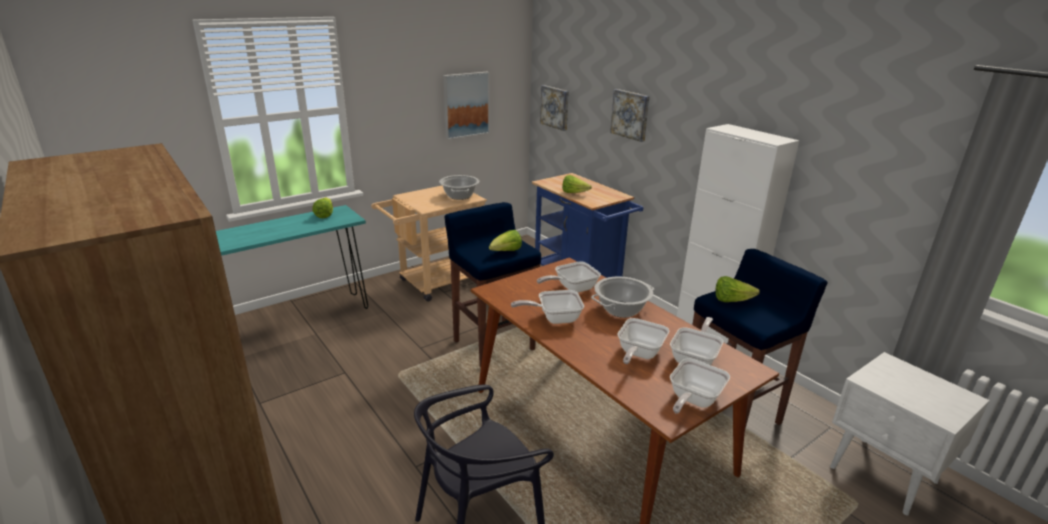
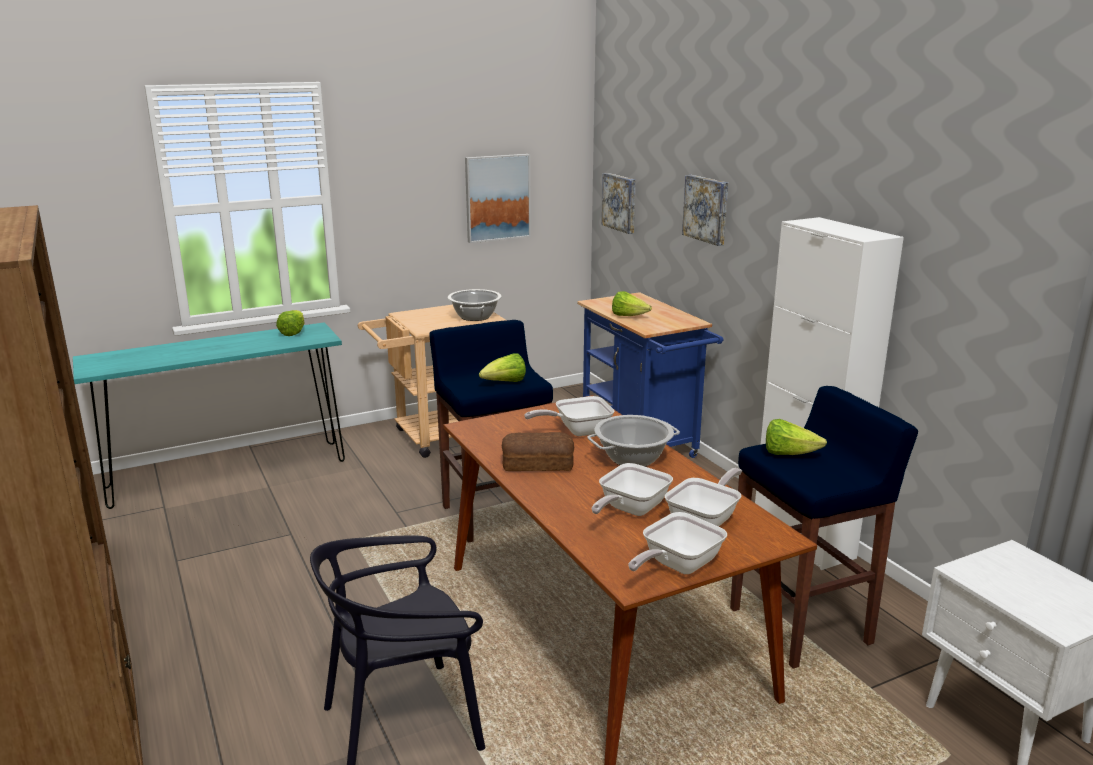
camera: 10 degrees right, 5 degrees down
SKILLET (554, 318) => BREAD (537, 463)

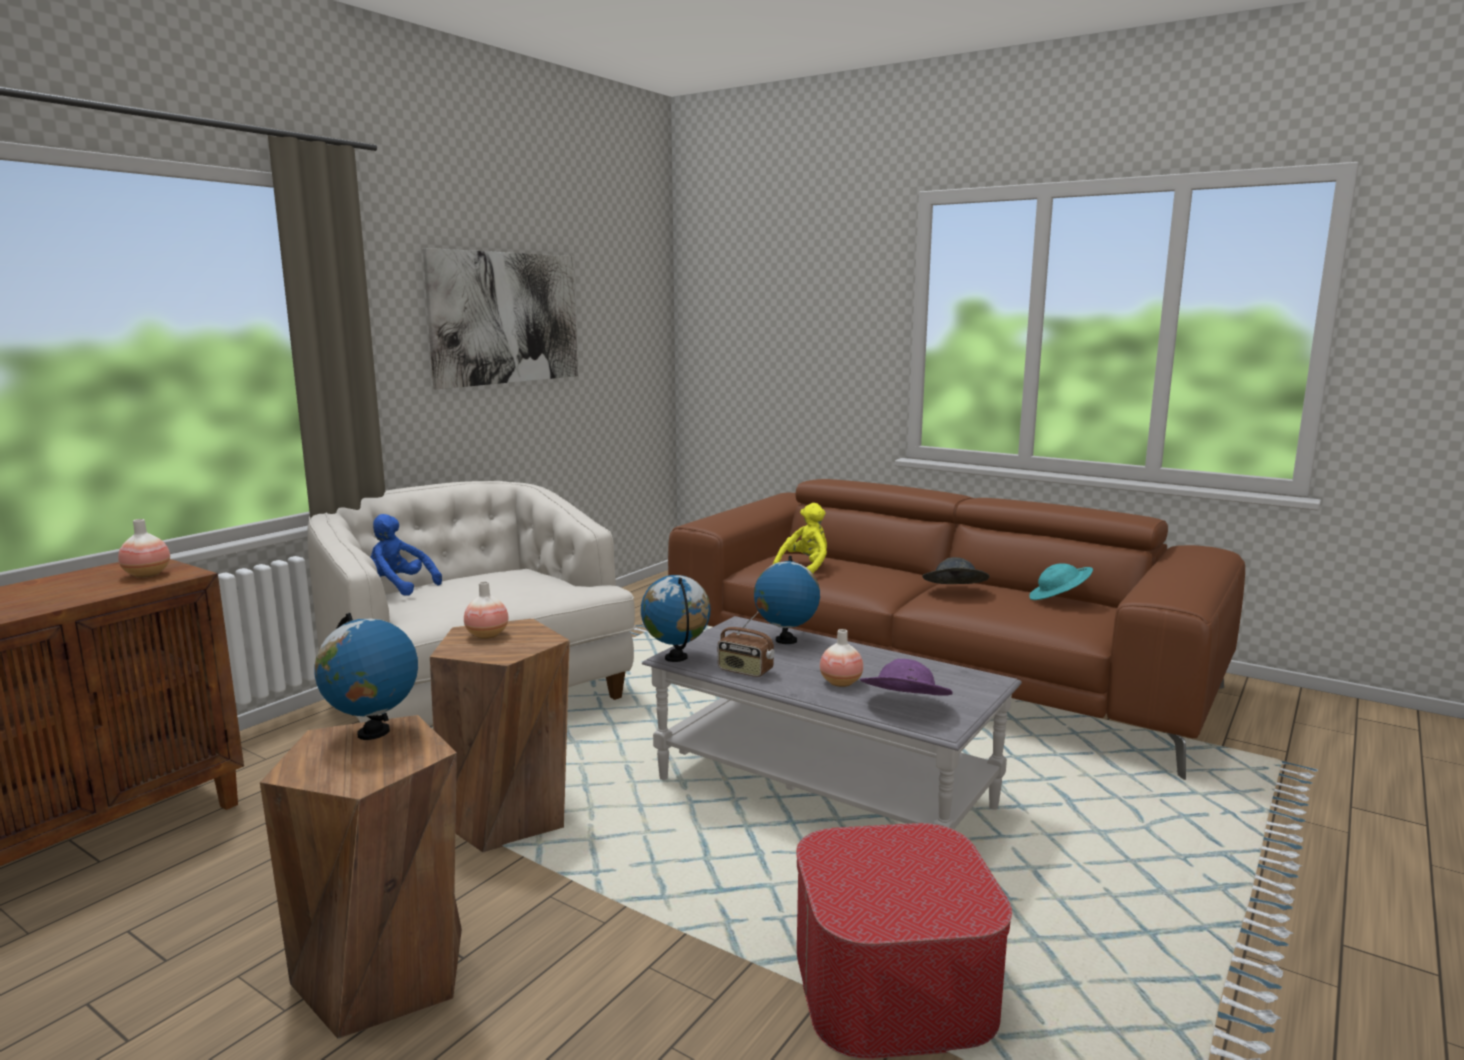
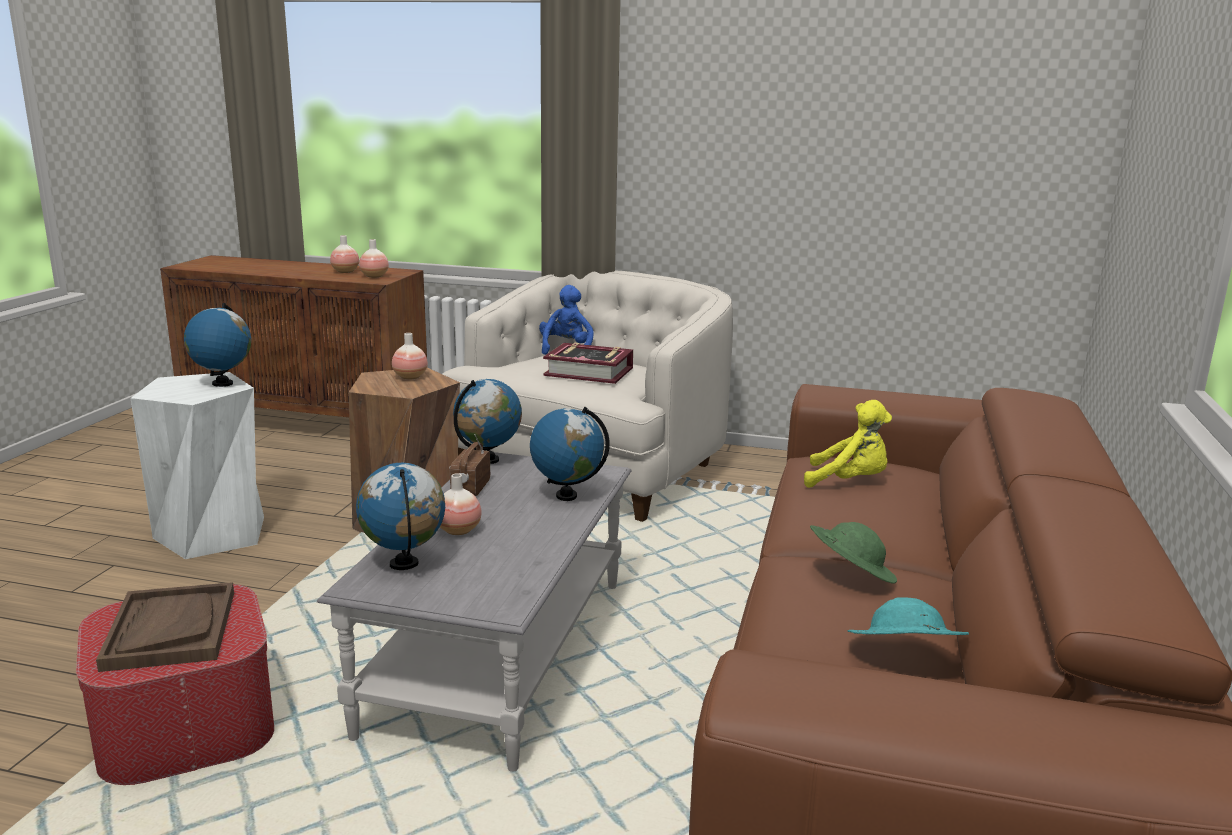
camera: 70 degrees right, 5 degrees up
PICTURE (506, 318) => nothing
GREY WEARABLE HAT (954, 592) => GREEN-COLOURED WEARABLE HAT (850, 575)
PURPLISH WEARABLE HAT (903, 707) => WORLD GLOBE (404, 564)
BROWNISH SITTING STOOL (384, 972) => WHITE-COLOURED SITTING STOOL (212, 534)
nothing => VASE (345, 272)
nothing => BOUND BOOK (589, 372)
nothing => BROWNISH TRAY (170, 629)

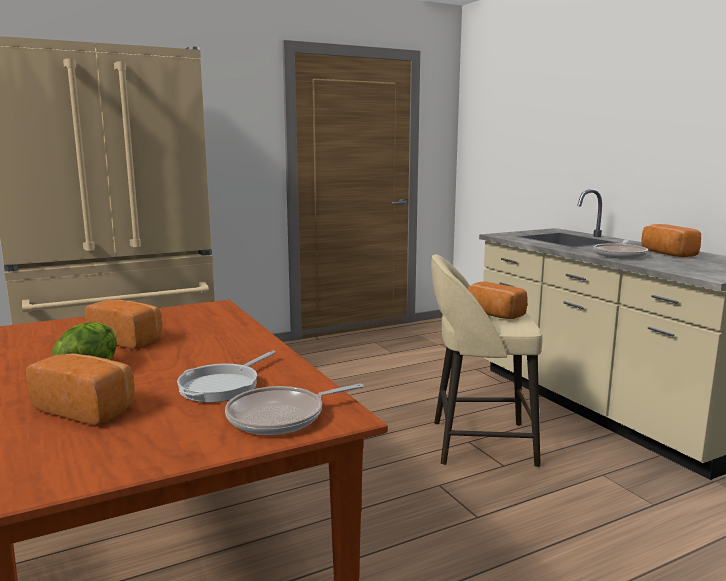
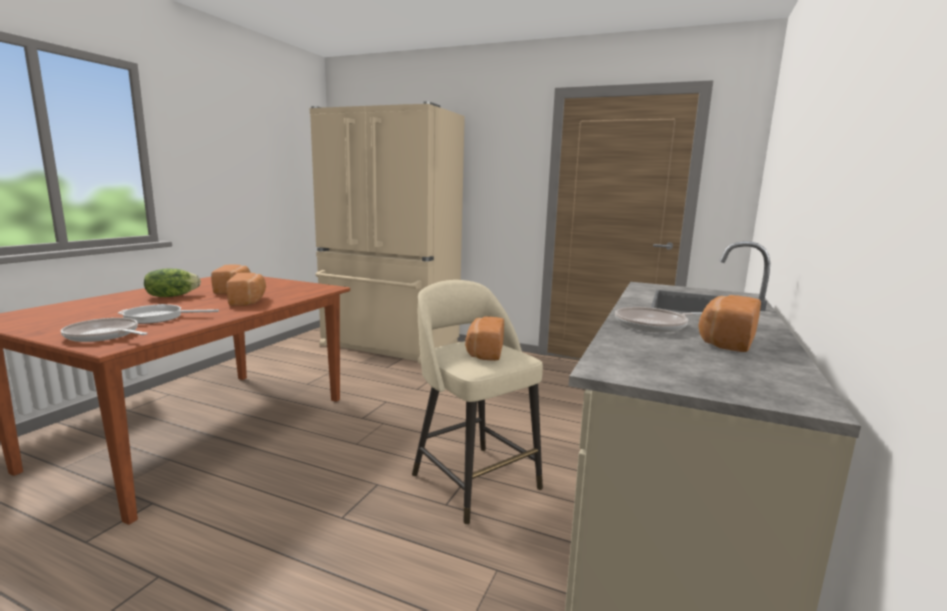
camera: 50 degrees right, 0 degrees up
BREAD (88, 408) => BREAD (249, 301), relocated

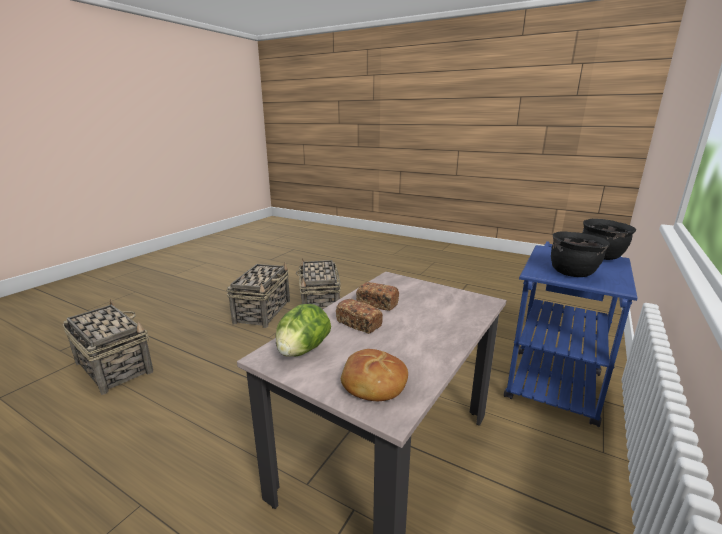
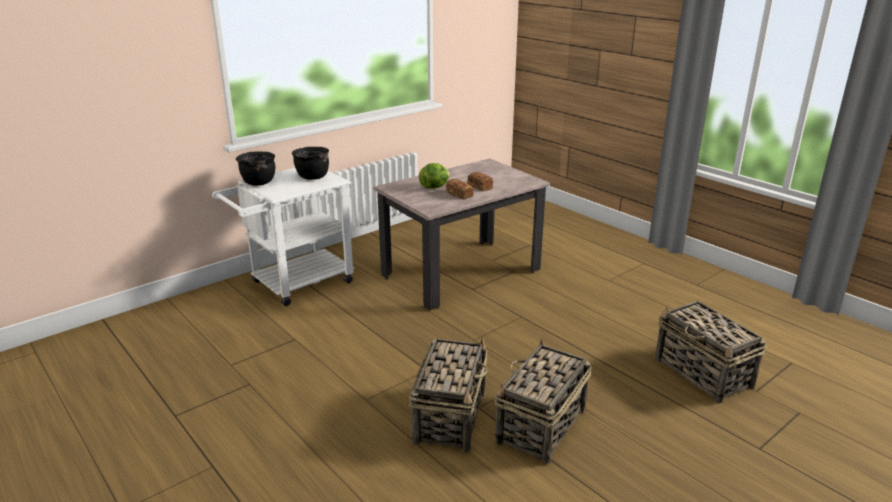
camera: 160 degrees left, 5 degrees up
BLUE WHEELED CART (554, 379) => WHITE-COLOURED WHEELED CART (295, 284)
HEAD OF LETTUCE (303, 350) => HEAD OF LETTUCE (435, 187), relocated
BREAD (373, 384) => nothing

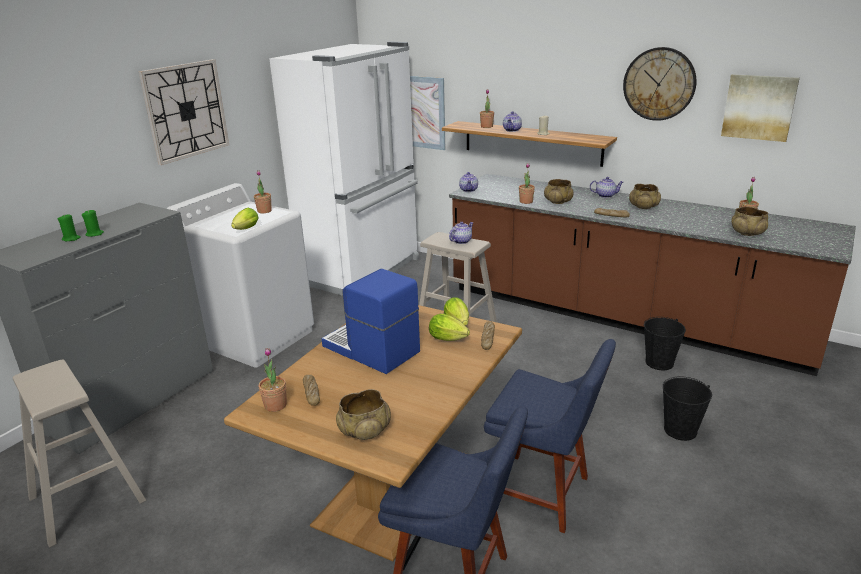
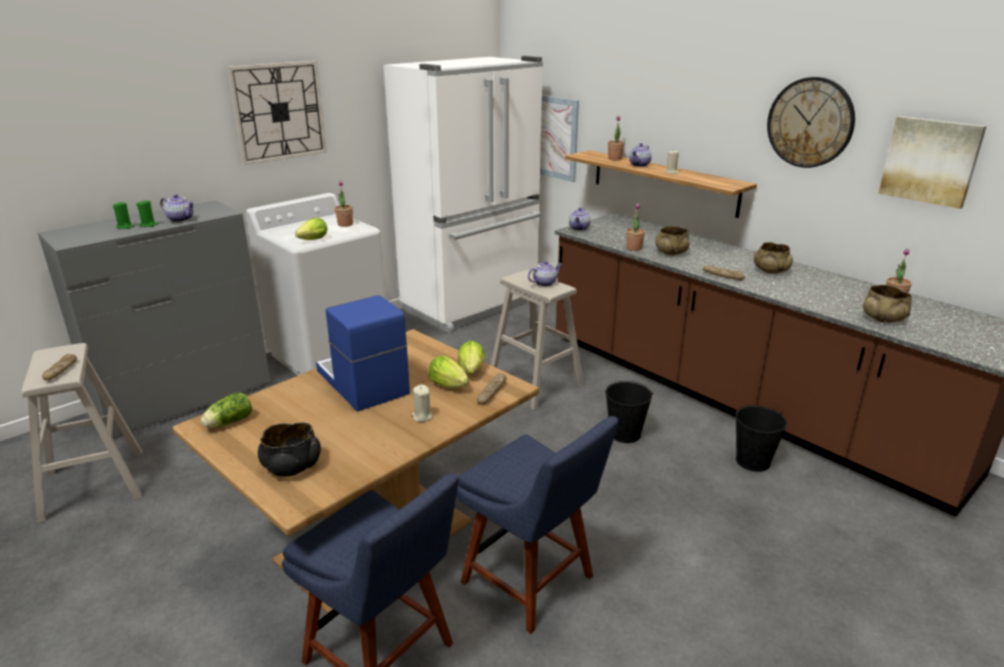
camera: 15 degrees right, 0 degrees up
TEA POT (605, 195) => TEA POT (181, 219), relocated
POTTED PLANT (275, 405) => HEAD OF LETTUCE (228, 423)
BREAD (311, 393) => BREAD (61, 371), relocated
BLACK BUCKET (680, 430) => BLACK BUCKET (625, 434), relocated
SAND-COLOURED DEEP DISH (364, 430) => BLACK DEEP DISH (291, 467)
nothing => SAND-COLOURED CANDLE (422, 416)

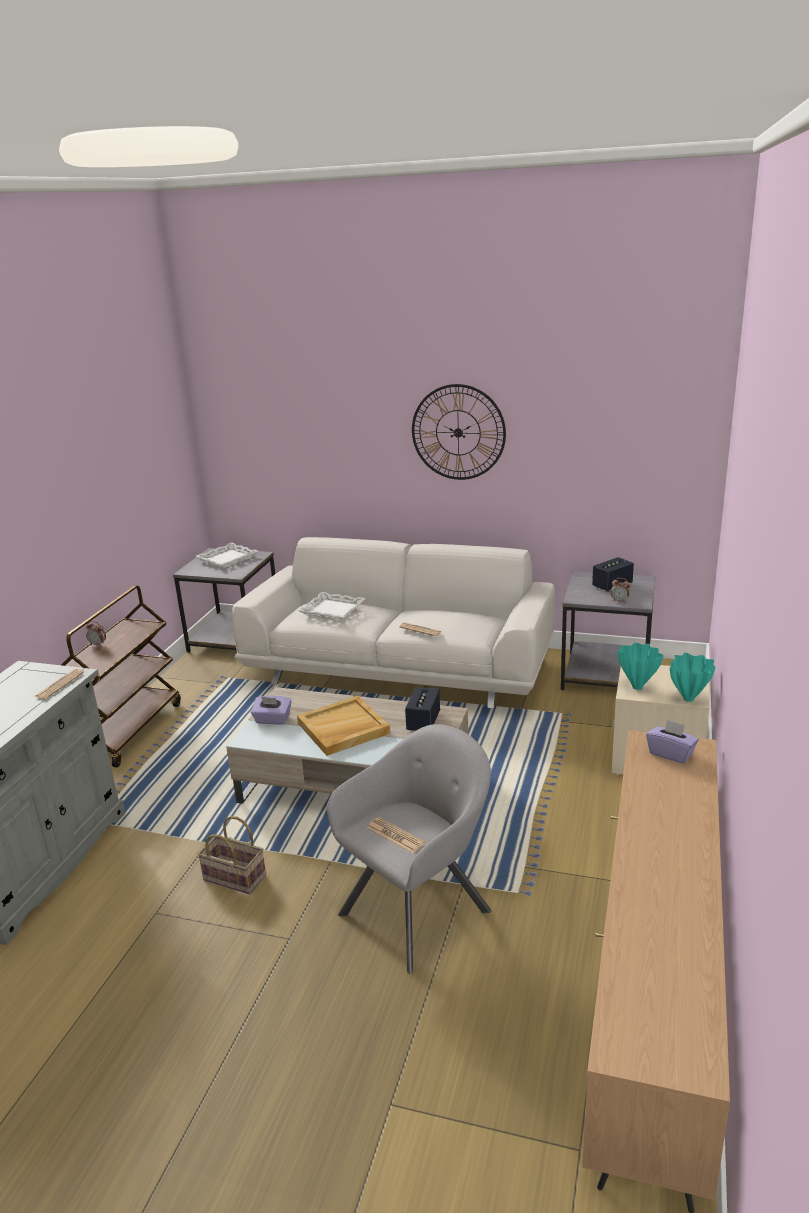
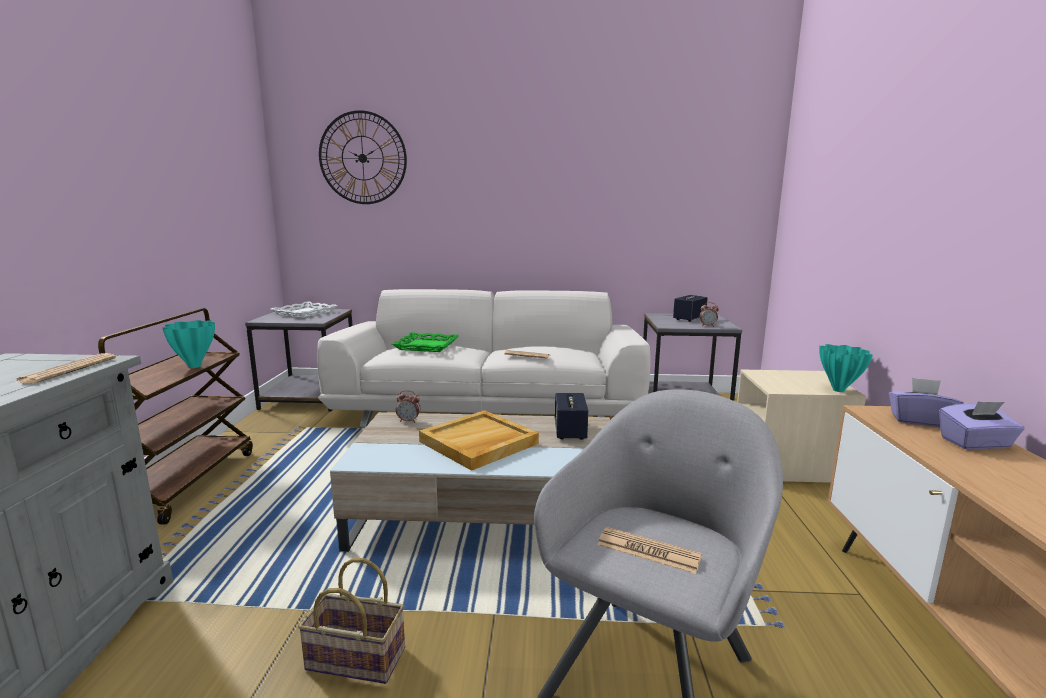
camera: 15 degrees left, 10 degrees down
HANGING CLOCK (458, 432) => HANGING CLOCK (362, 158), relocated
WHITE-COLOURED TRAY (333, 610) => GREEN-COLOURED TRAY (427, 346)
ALARM CLOCK (98, 644) => ALARM CLOCK (408, 421), relocated
BLUE-GREEN VASE (637, 687) => BLUE-GREEN VASE (195, 366), relocated
PURPLISH TISSUE HOLDER (272, 720) => PURPLISH TISSUE HOLDER (975, 443), relocated

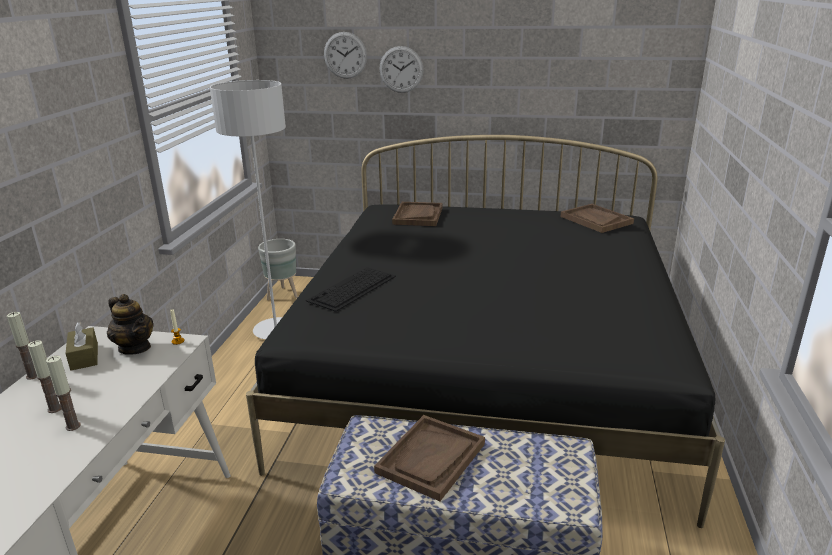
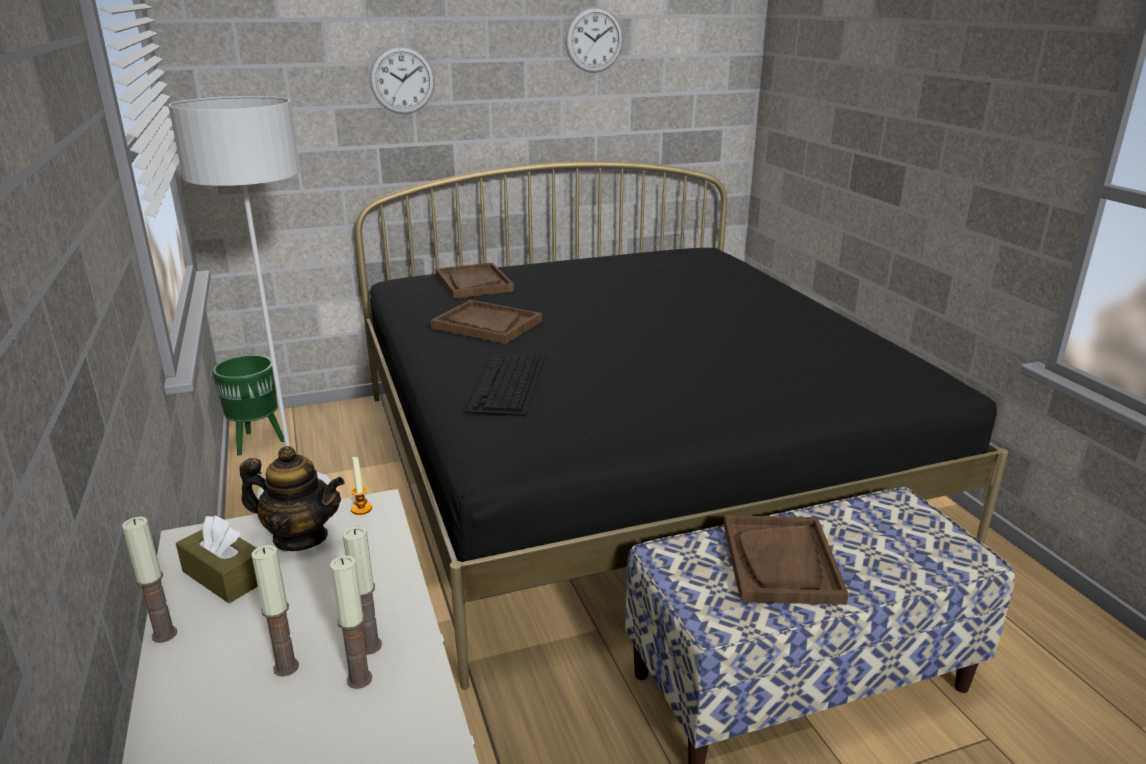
camera: 30 degrees left, 0 degrees up
HANGING CLOCK (345, 55) => HANGING CLOCK (594, 40), relocated
BROWNISH TRAY (596, 220) => BROWNISH TRAY (486, 324), relocated
GREY PLANTER (283, 295) => GREEN-COLOURED PLANTER (257, 442)
nothing => CANDLE (369, 646)

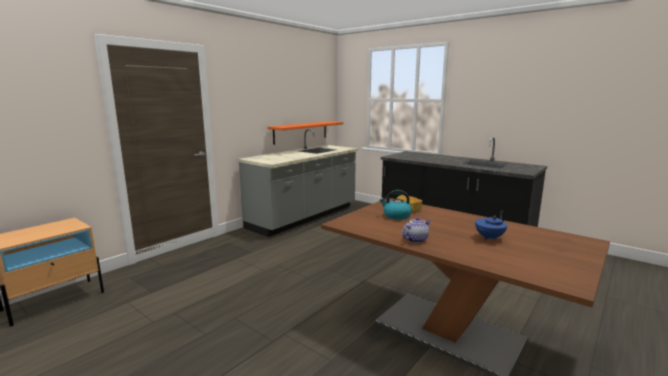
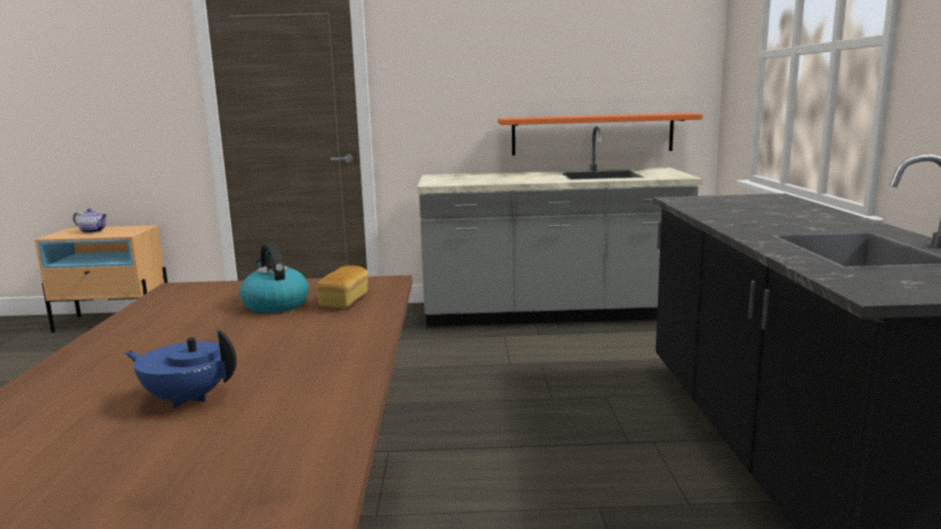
camera: 50 degrees right, 0 degrees up
TEA POT (415, 239) => TEA POT (93, 231), relocated

